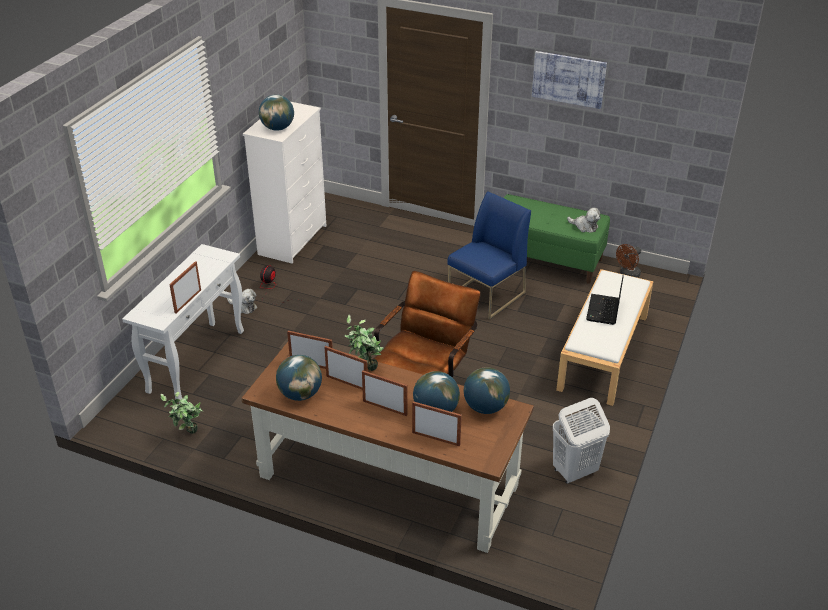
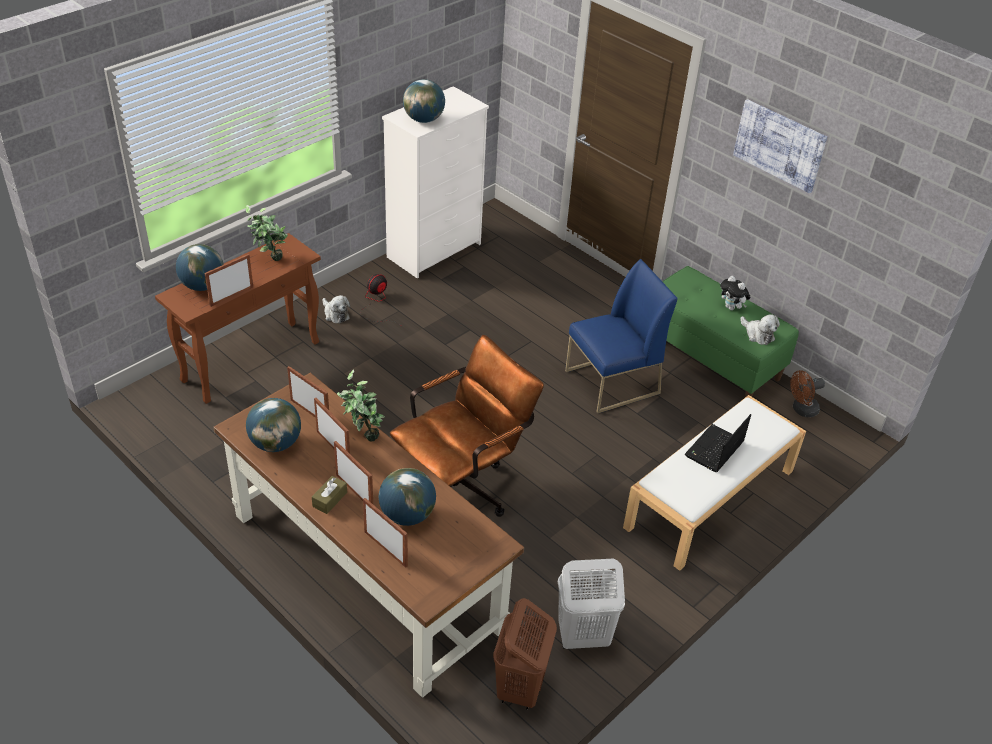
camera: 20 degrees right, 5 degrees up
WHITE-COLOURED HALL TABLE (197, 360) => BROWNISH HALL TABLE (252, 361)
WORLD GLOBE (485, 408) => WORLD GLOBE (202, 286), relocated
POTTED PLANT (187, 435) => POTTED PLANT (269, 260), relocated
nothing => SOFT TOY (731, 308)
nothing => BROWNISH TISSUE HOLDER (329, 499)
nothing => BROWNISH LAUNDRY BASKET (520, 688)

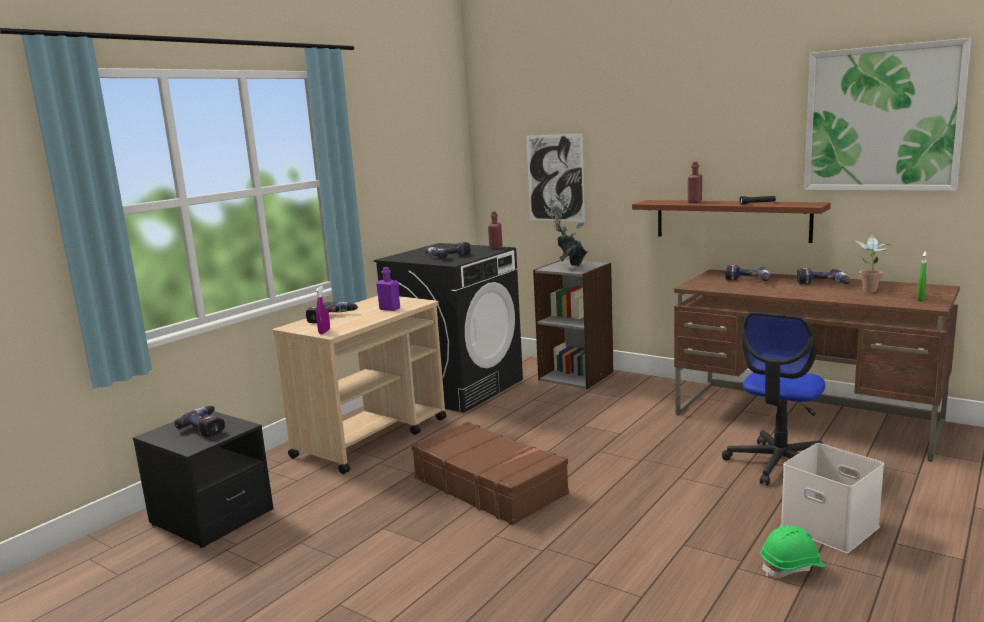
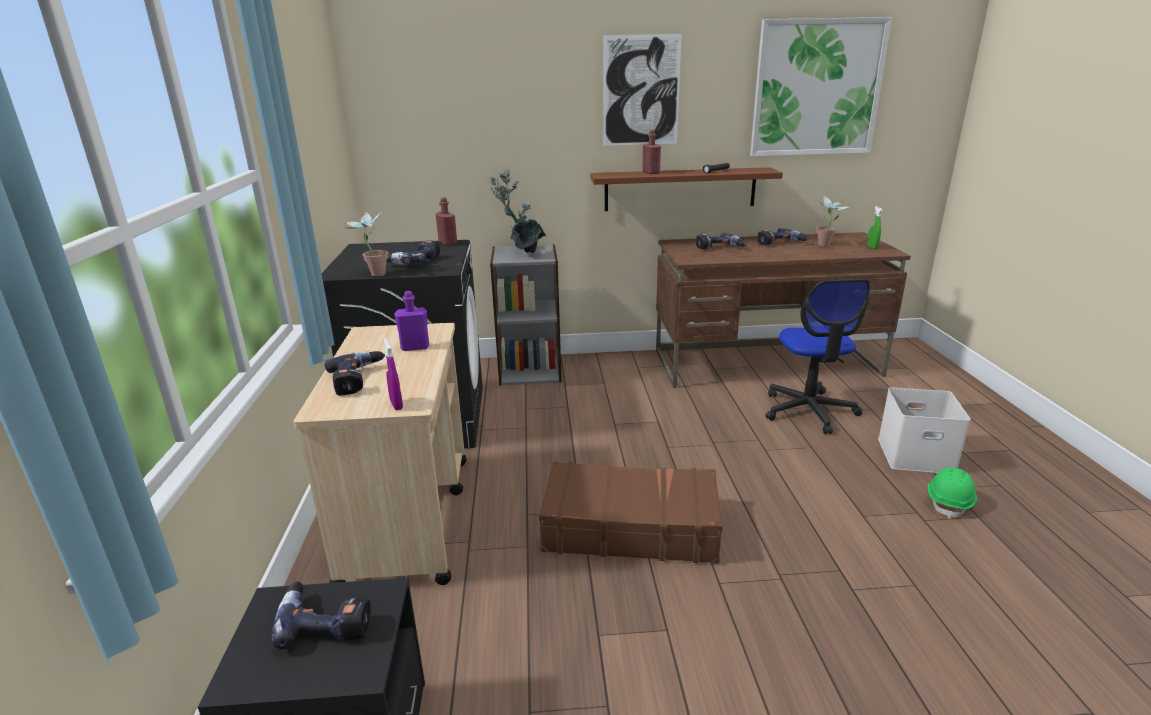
camera: 40 degrees left, 10 degrees up
PICTURE (555, 178) => PICTURE (641, 91), relocated
nothing => POTTED PLANT (372, 274)

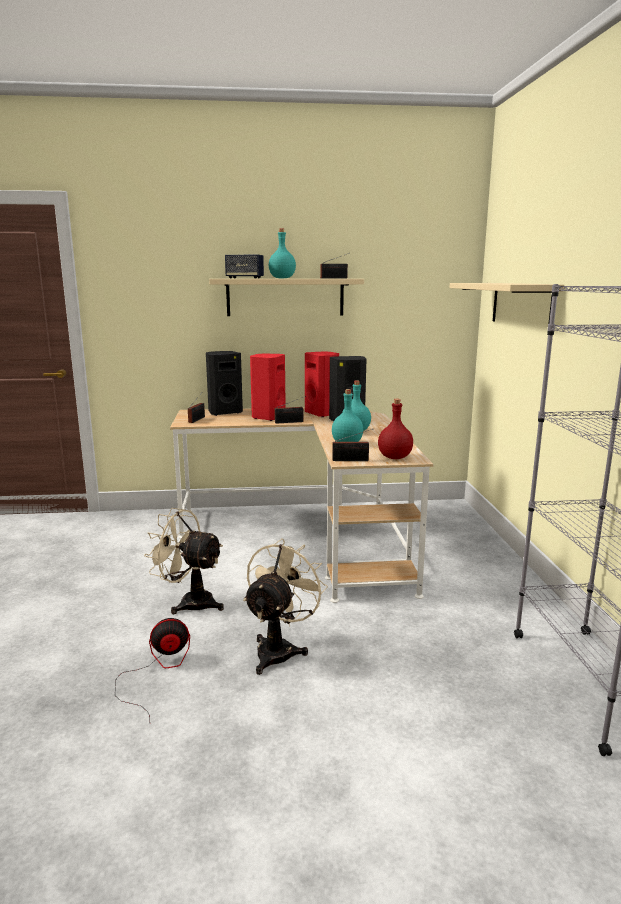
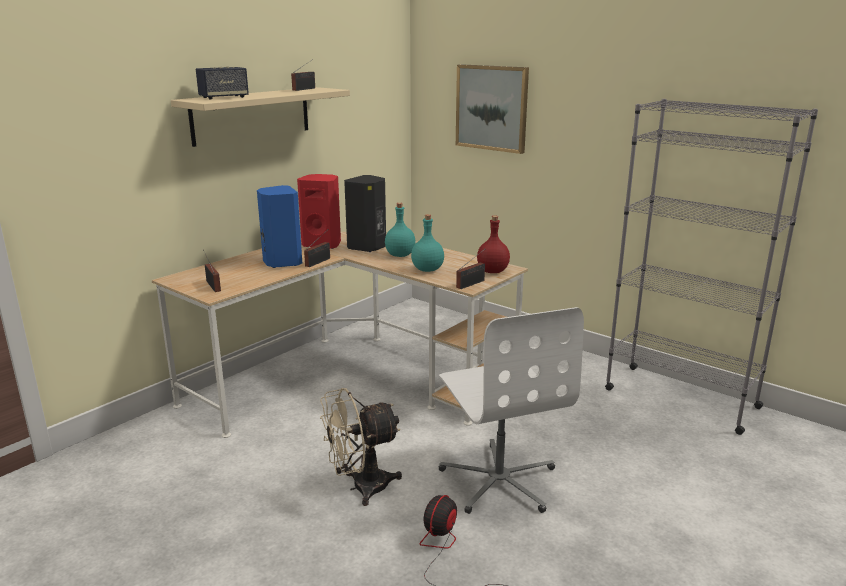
camera: 45 degrees left, 5 degrees up
BLUE-GREEN BEVERAGE BOTTLE (282, 278) => nothing
SAND-COLOURED BRACKET SHELF (521, 304) => PICTURE (492, 108)
BLACK AUDIO SPEAKER (224, 412) => nothing
RED-COLOURED AUDIO SPEAKER (267, 417) => BLUE AUDIO SPEAKER (281, 262)
SAND-COLOURED ELECTRIC FAN (280, 649) => WHITE-COLOURED COMPUTER CHAIR (499, 480)

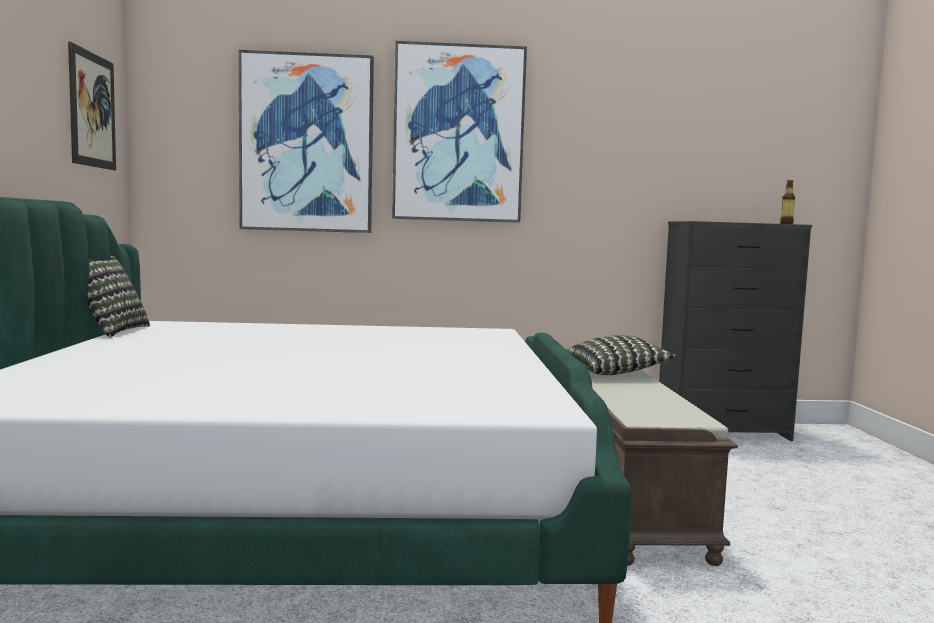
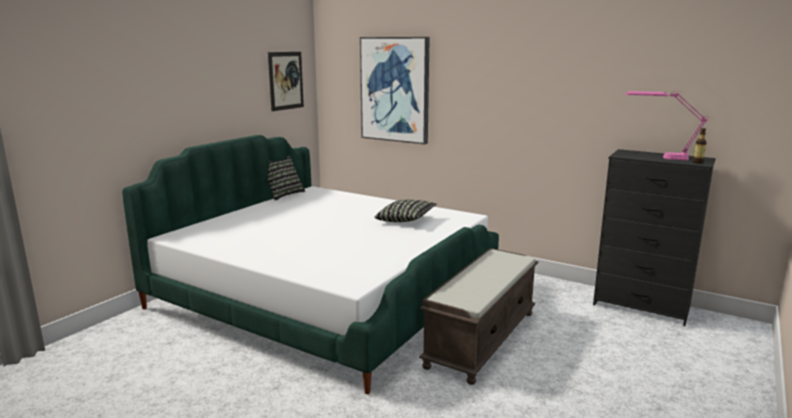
camera: 35 degrees right, 10 degrees up
PICTURE (458, 134) => nothing
PILLOW (616, 372) => PILLOW (405, 220), relocated
nothing => PINK LAMP FOR A TABLE (659, 157)

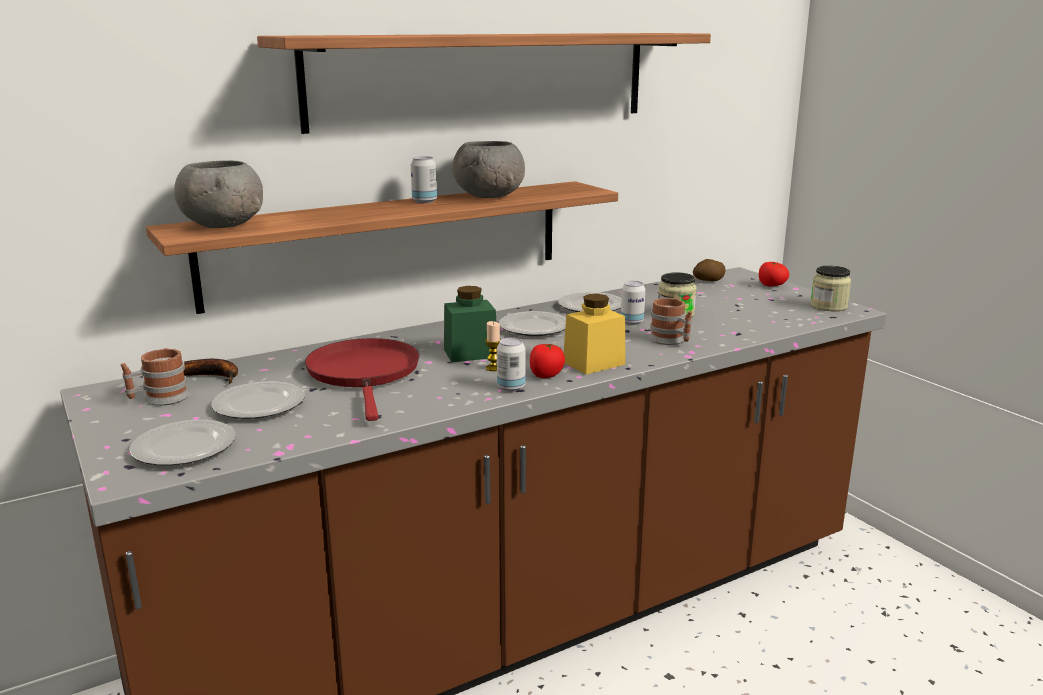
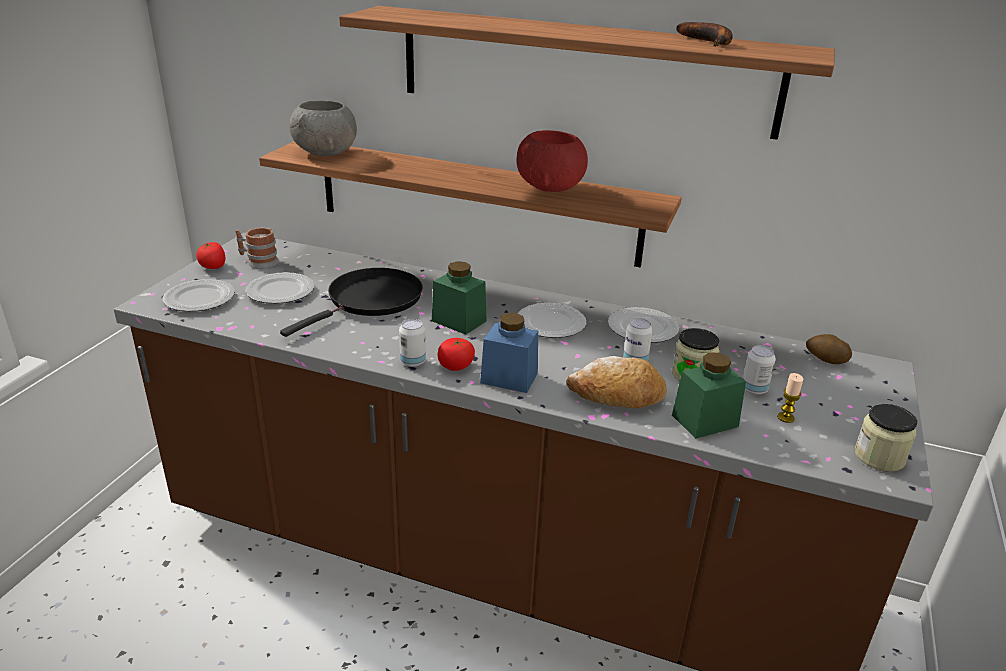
camera: 50 degrees right, 10 degrees up
GREY DEEP DISH (489, 196) => RED-COLOURED DEEP DISH (550, 187)
SEALED CAN (424, 201) => SEALED CAN (754, 389), relocated
FRESH TOMATO (771, 285) => FRESH TOMATO (213, 267), relocated
YELLOW JAR (594, 363) => BLUE JAR (509, 378)
COFFEE MUG (671, 341) => BREAD (617, 396)
CANDLE (493, 368) => CANDLE (785, 418), relocated
RED-COLOURED SKILLET (365, 373) => BLACK SKILLET (371, 301)
BANANA FRUIT (212, 376) => BANANA FRUIT (709, 42), relocated
nothing => GREEN-COLOURED JAR (704, 421)

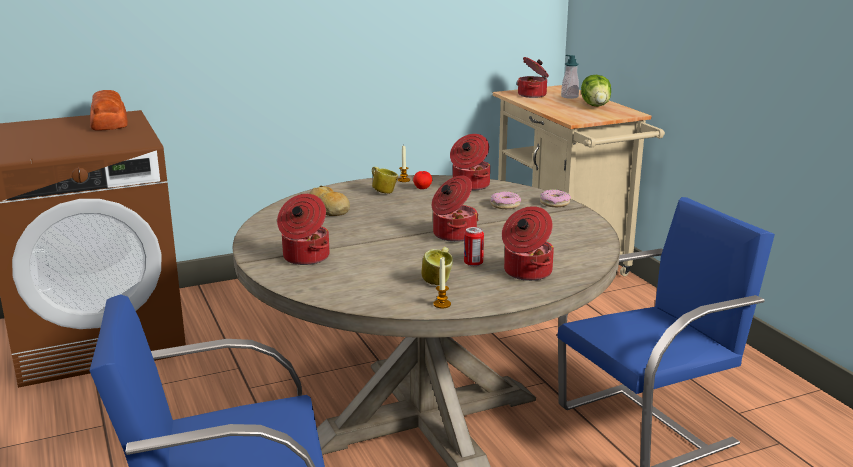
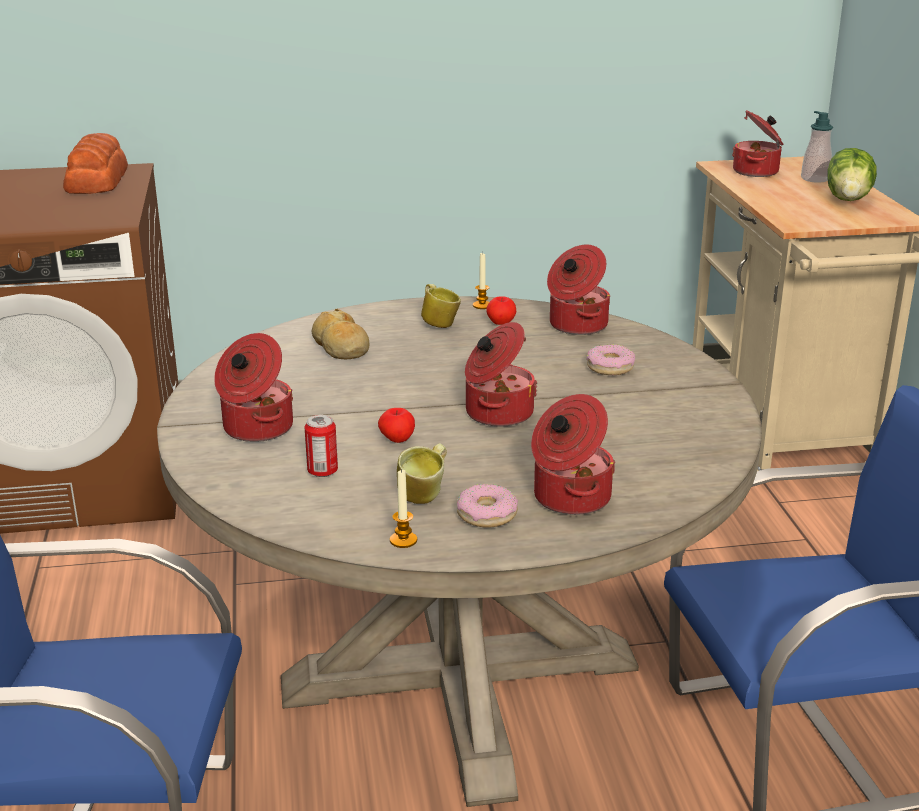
camera: 15 degrees right, 5 degrees up
DONUT (554, 203) => DONUT (487, 514), relocated
SEALED CAN (473, 263) => SEALED CAN (322, 472), relocated
nothing => APPLE FRUIT (397, 440)

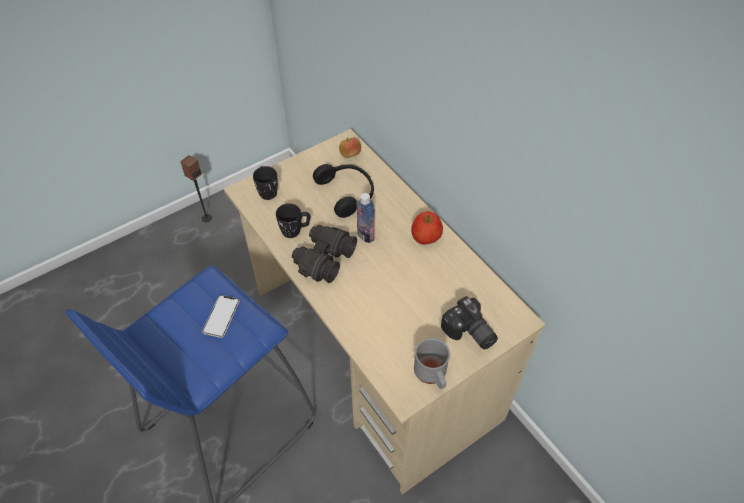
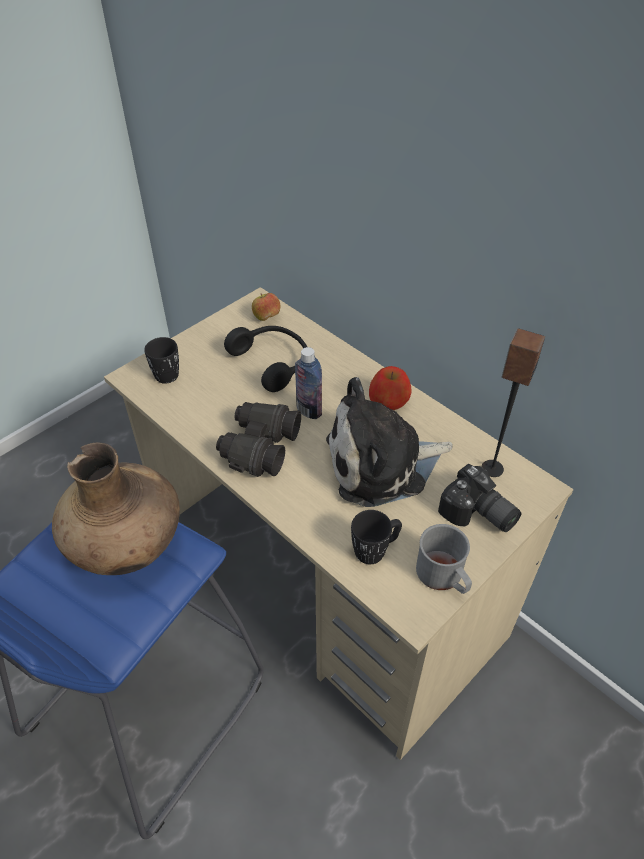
camera: 10 degrees left, 5 degrees down
AUDIO SPEAKER (206, 218) => AUDIO SPEAKER (492, 468), relocated
BLACK COFFEE MUG (295, 230) => BLACK COFFEE MUG (375, 550), relocated
HANDSET (221, 316) => BROWNISH VASE (128, 544)
nothing => SOFT TOY (382, 464)

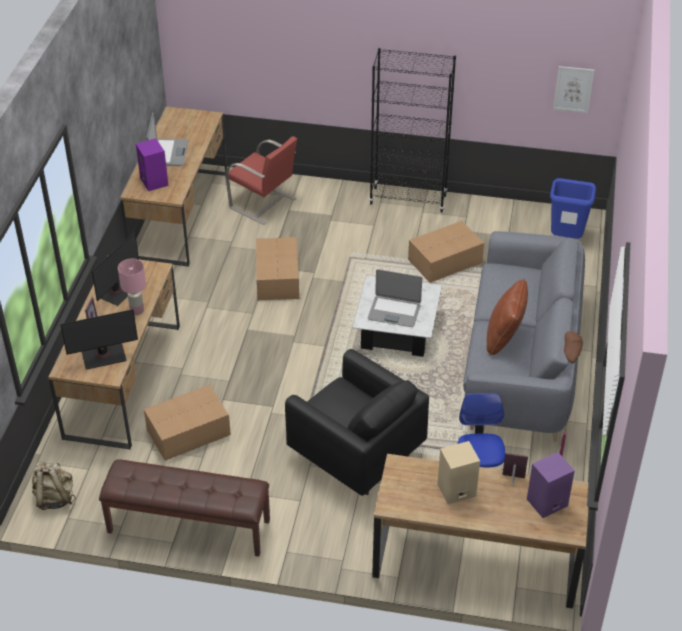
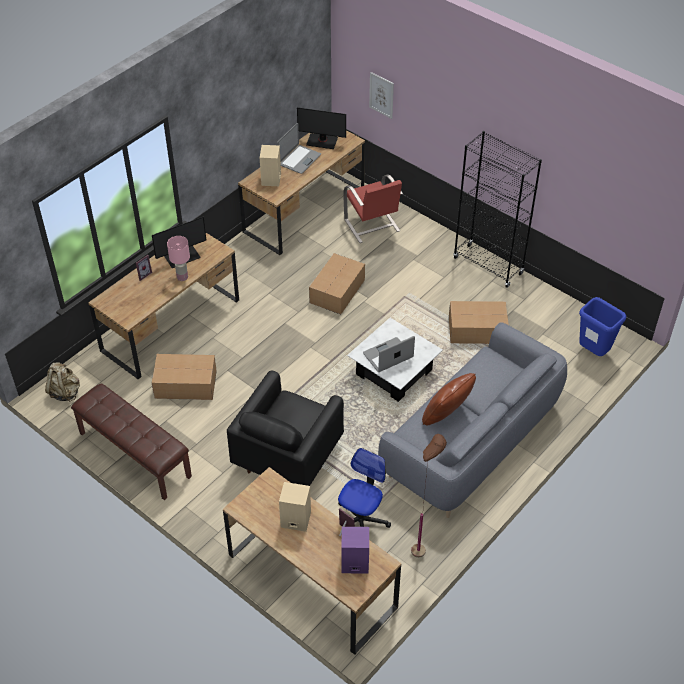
camera: 30 degrees right, 5 degrees up
PICTURE (573, 89) => PICTURE (381, 95), relocated
PURPLISH AUDIO SPEAKER (155, 182) => SAND-COLOURED AUDIO SPEAKER (271, 180)
NOTEBOOK COMPUTER (394, 312) => NOTEBOOK COMPUTER (388, 356), 105 degrees clockwise
COMPUTER SCREEN (103, 355) => COMPUTER SCREEN (322, 141), relocated
BLACK EASY CHAIR (355, 454) => BLACK EASY CHAIR (288, 456), 45 degrees clockwise

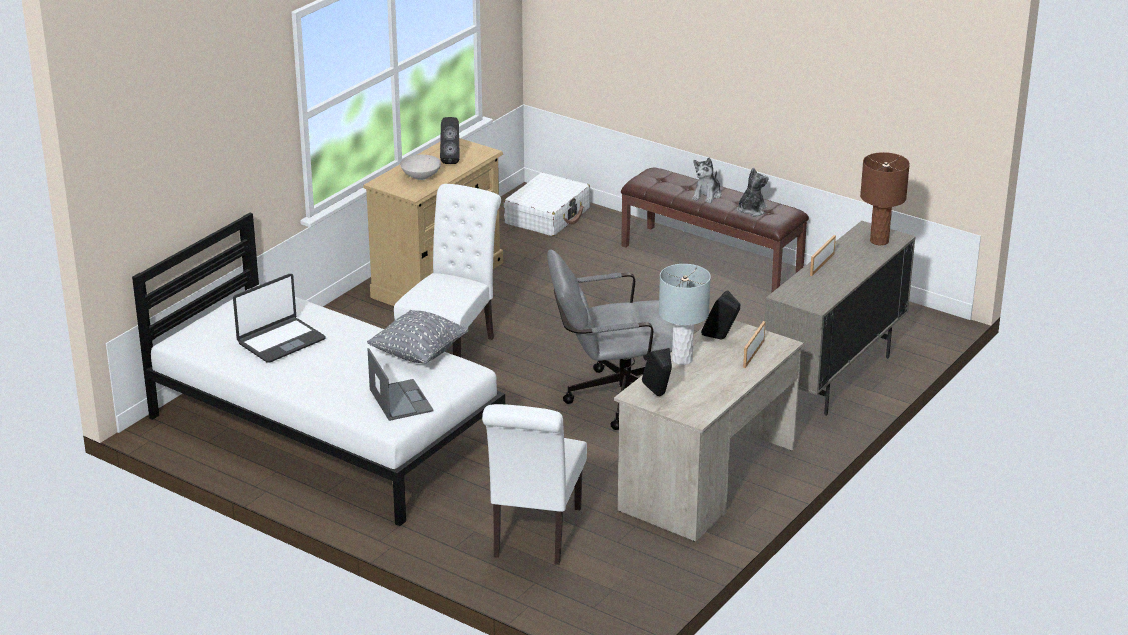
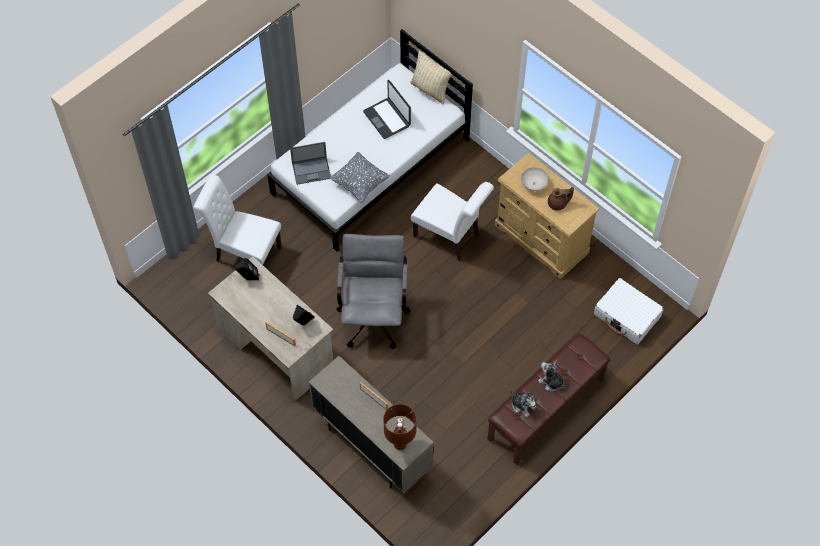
camera: 100 degrees right, 30 degrees up
BLACK AUDIO SPEAKER (451, 160) => BROWNISH TEA POT (558, 204)
GREY LAMP FOR A TABLE (682, 359) => nothing
nothing => SAND-COLOURED PILLOW (430, 90)

